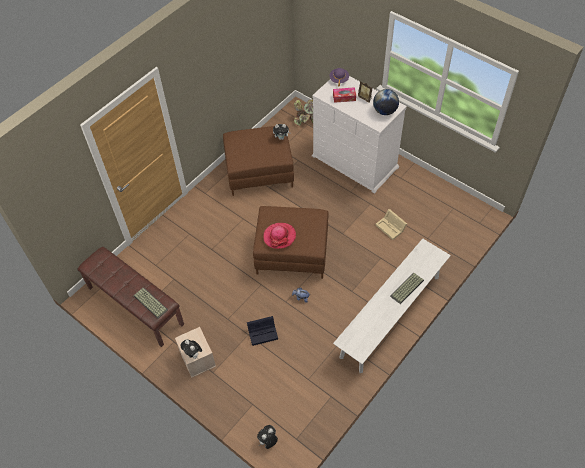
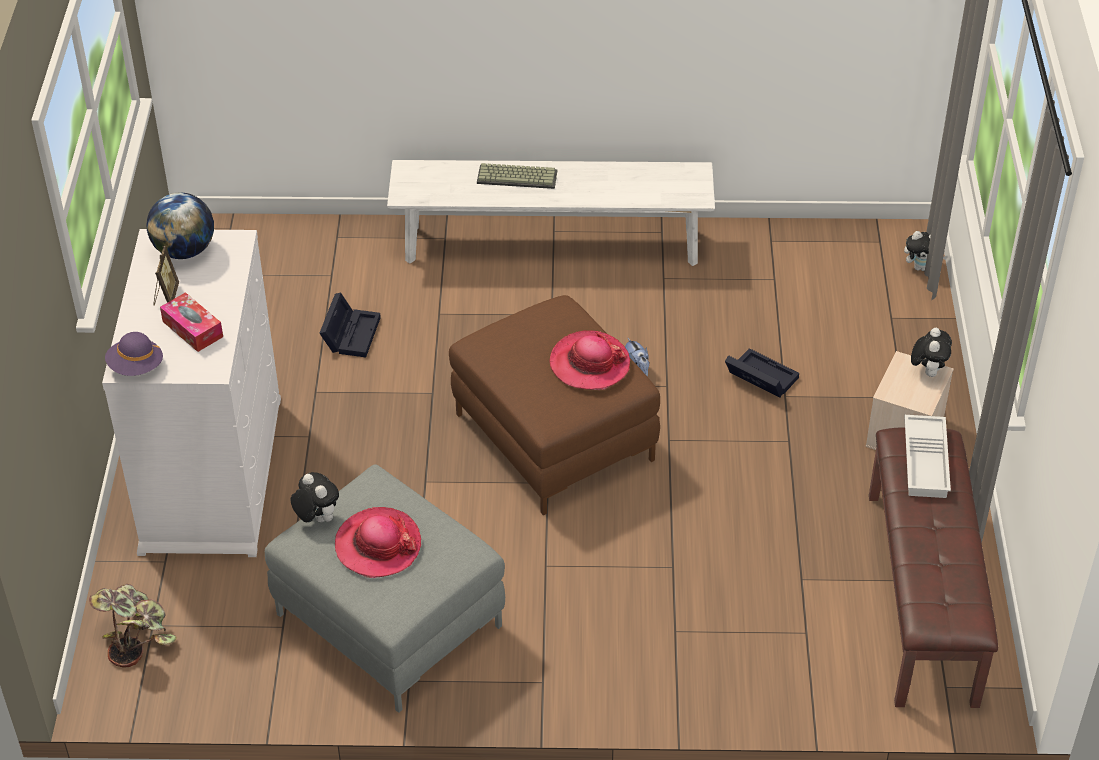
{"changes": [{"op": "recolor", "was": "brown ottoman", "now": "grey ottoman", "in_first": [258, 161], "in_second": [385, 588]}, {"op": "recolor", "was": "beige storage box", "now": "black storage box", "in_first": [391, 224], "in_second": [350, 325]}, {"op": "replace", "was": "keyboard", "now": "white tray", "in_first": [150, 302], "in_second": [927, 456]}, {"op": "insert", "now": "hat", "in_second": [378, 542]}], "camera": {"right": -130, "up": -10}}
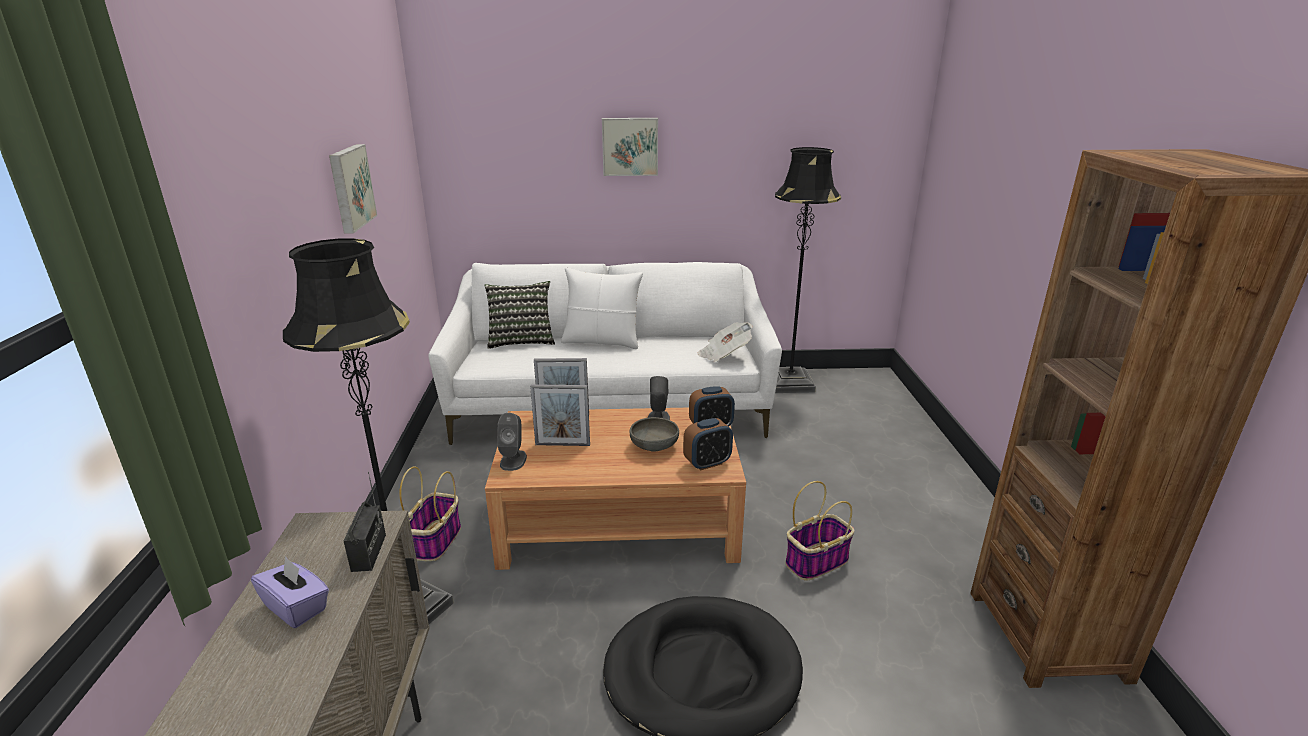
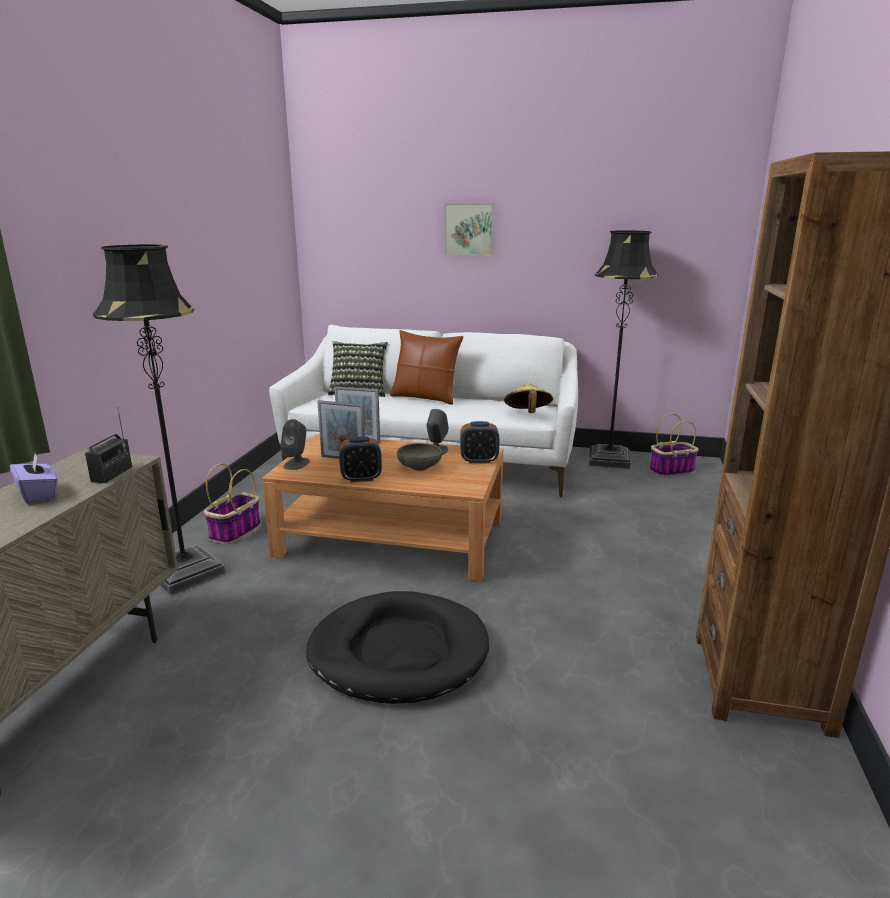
{"changes": [{"op": "delete", "was": "picture", "in_first": [353, 189]}, {"op": "recolor", "was": "white pillow", "now": "brown pillow", "in_first": [602, 308], "in_second": [427, 367]}, {"op": "replace", "was": "newspaper", "now": "beige hat", "in_first": [725, 342], "in_second": [528, 397]}, {"op": "move", "was": "alarm clock", "in_first": [708, 444], "in_second": [360, 459]}, {"op": "move", "was": "basket", "in_first": [820, 531], "in_second": [674, 445]}], "camera": {"right": 15, "up": -5}}
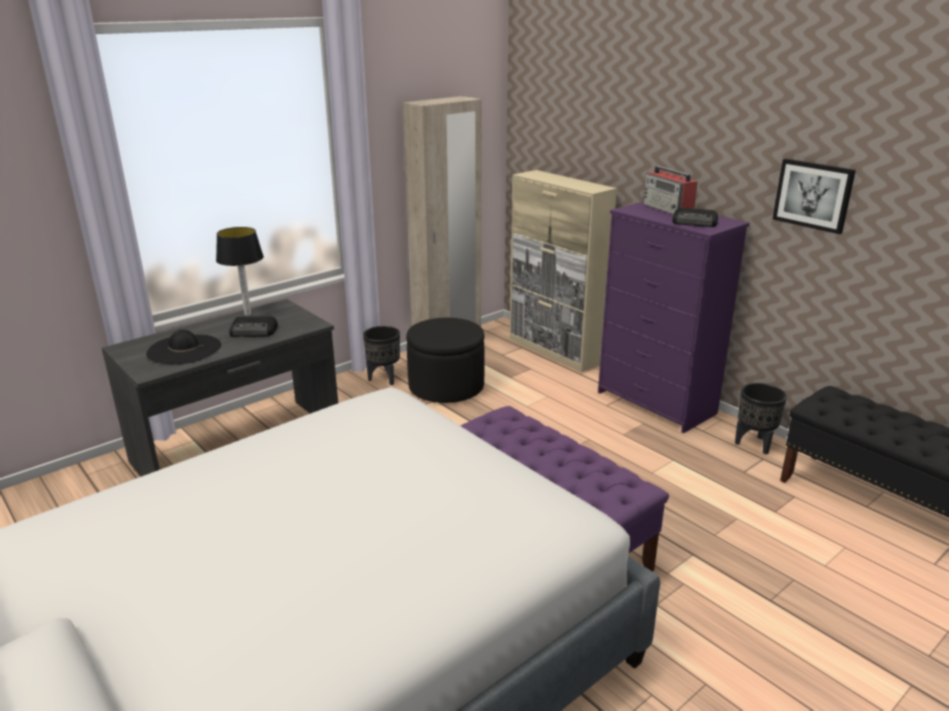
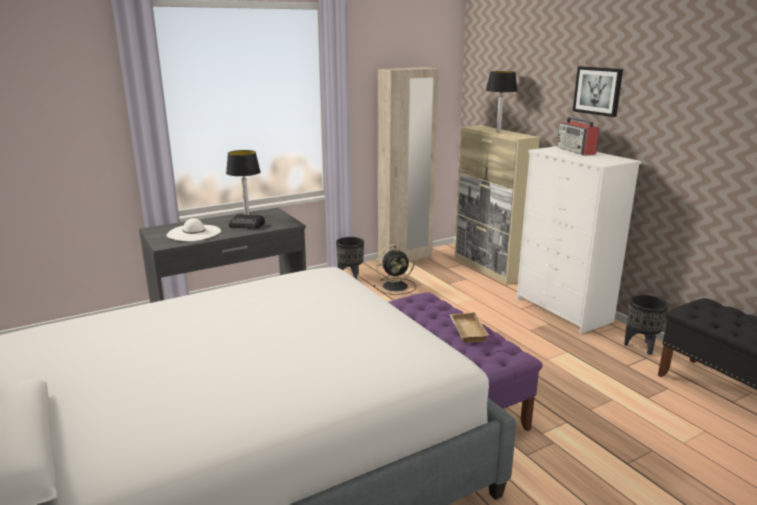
{"changes": [{"op": "move", "was": "picture", "in_first": [814, 196], "in_second": [598, 91]}, {"op": "recolor", "was": "purple dresser", "now": "white dresser", "in_first": [674, 317], "in_second": [578, 240]}, {"op": "delete", "was": "radio", "in_first": [695, 217]}, {"op": "replace", "was": "black ottoman", "now": "black fan", "in_first": [445, 360], "in_second": [394, 269]}, {"op": "recolor", "was": "black hat", "now": "white hat", "in_first": [183, 347], "in_second": [194, 229]}, {"op": "insert", "now": "table lamp", "in_second": [501, 101]}, {"op": "insert", "now": "beige tray", "in_second": [469, 327]}], "camera": {"right": 10, "up": -5}}
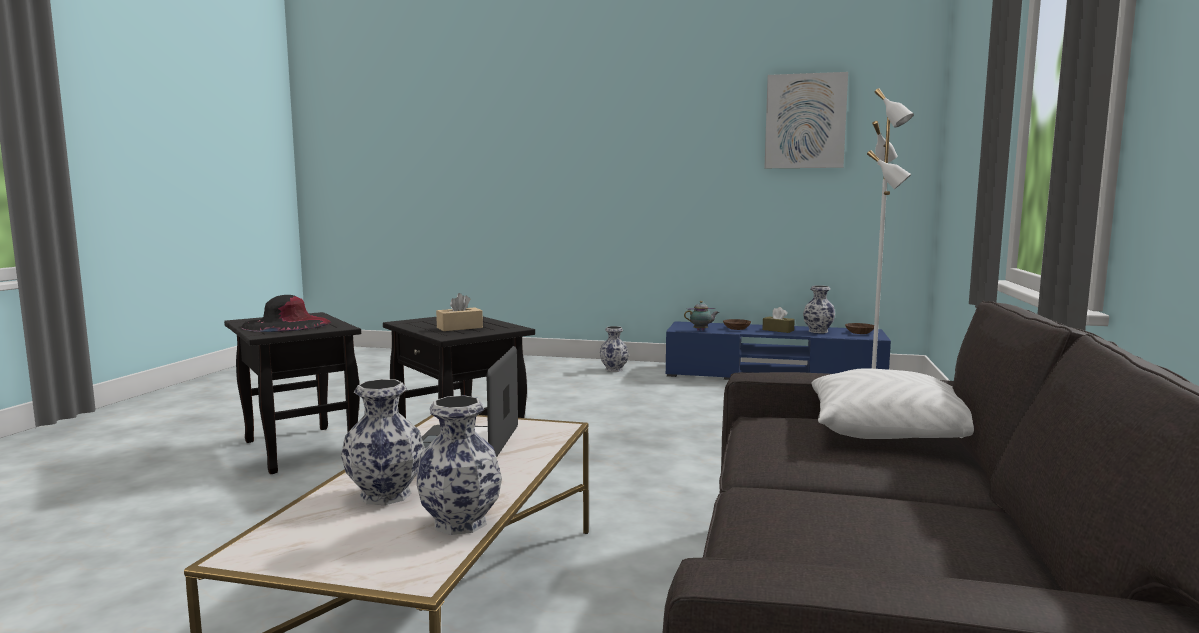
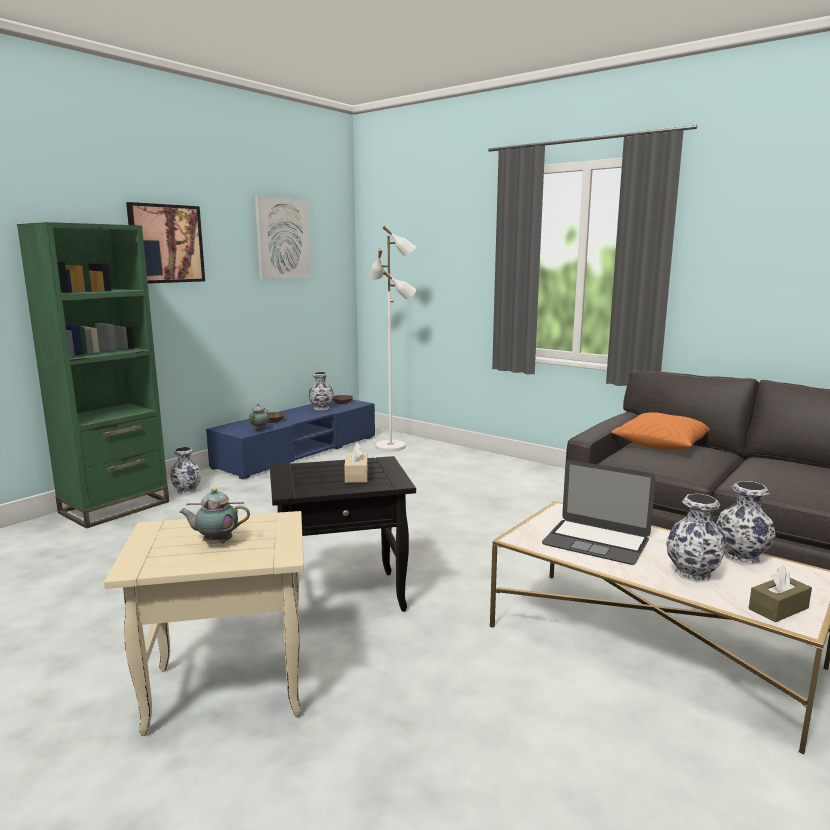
{"changes": [{"op": "replace", "was": "black hat", "now": "teapot", "in_first": [286, 313], "in_second": [214, 516]}, {"op": "move", "was": "brown tissue box", "in_first": [778, 320], "in_second": [780, 593]}, {"op": "recolor", "was": "black side table", "now": "beige side table", "in_first": [292, 393], "in_second": [204, 623]}, {"op": "recolor", "was": "white pillow", "now": "orange pillow", "in_first": [893, 403], "in_second": [660, 431]}, {"op": "insert", "now": "picture", "in_second": [165, 243]}, {"op": "insert", "now": "green bookcase", "in_second": [93, 375]}], "camera": {"right": -65, "up": 5}}
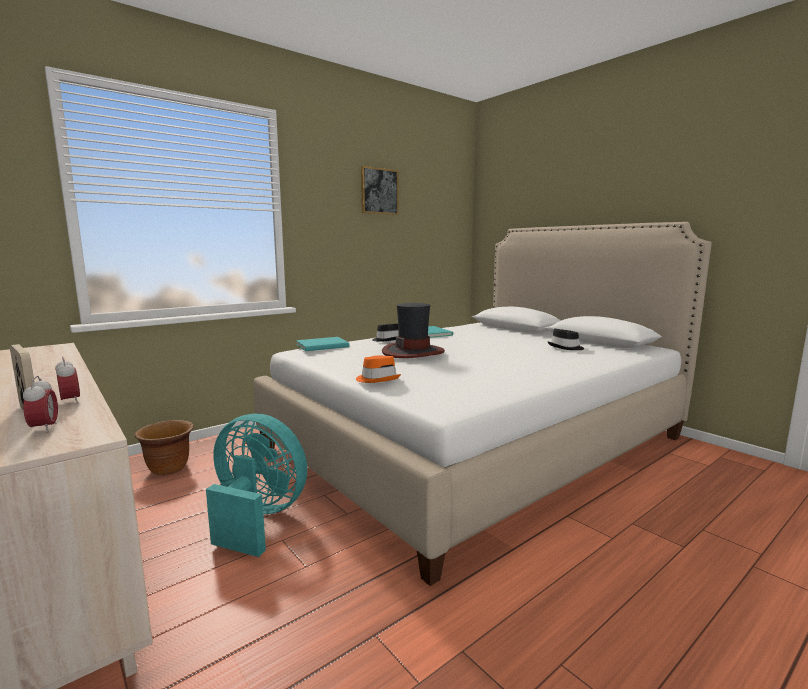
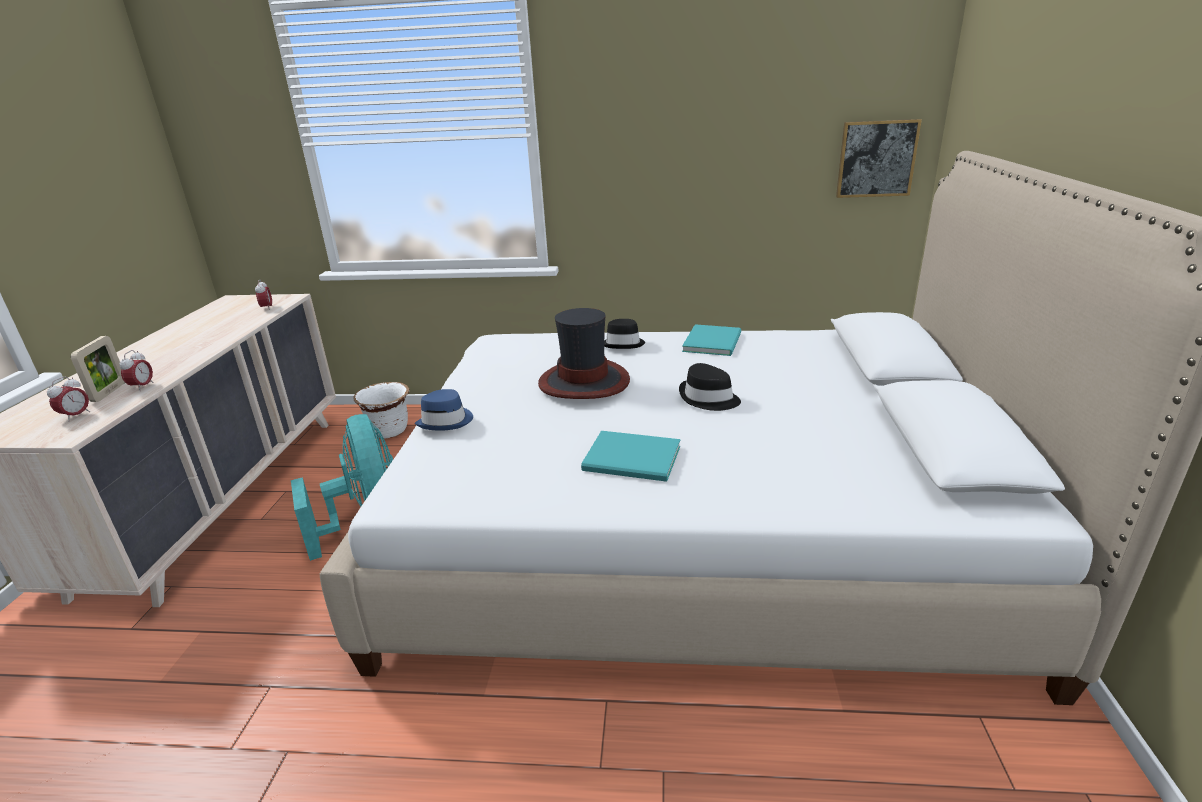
{"changes": [{"op": "move", "was": "picture", "in_first": [379, 190], "in_second": [879, 158]}, {"op": "move", "was": "black hat", "in_first": [565, 339], "in_second": [710, 387]}, {"op": "move", "was": "turquoise book", "in_first": [322, 344], "in_second": [630, 456]}, {"op": "recolor", "was": "orange hat", "now": "blue hat", "in_first": [378, 369], "in_second": [444, 410]}, {"op": "recolor", "was": "brown planter", "now": "white planter", "in_first": [164, 447], "in_second": [381, 410]}, {"op": "insert", "now": "alarm clock", "in_second": [263, 294]}], "camera": {"right": 45, "up": 15}}
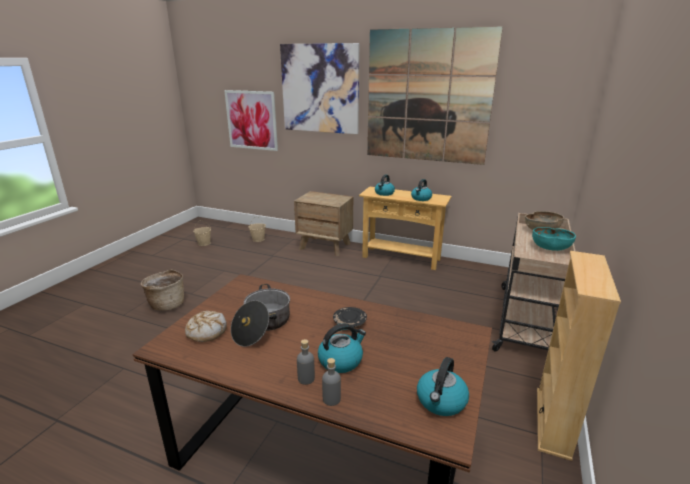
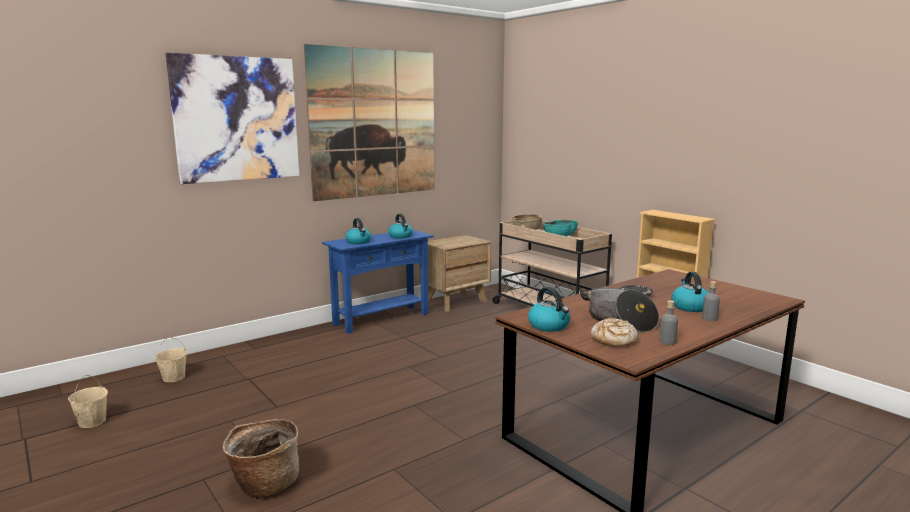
{"changes": [{"op": "delete", "was": "picture", "in_first": [251, 120]}, {"op": "recolor", "was": "beige console table", "now": "blue console table", "in_first": [405, 228], "in_second": [378, 282]}, {"op": "move", "was": "brown nightstand", "in_first": [323, 223], "in_second": [456, 273]}, {"op": "move", "was": "kettle", "in_first": [443, 386], "in_second": [549, 309]}, {"op": "move", "was": "grey bottle", "in_first": [331, 382], "in_second": [668, 322]}], "camera": {"right": -60, "up": -10}}
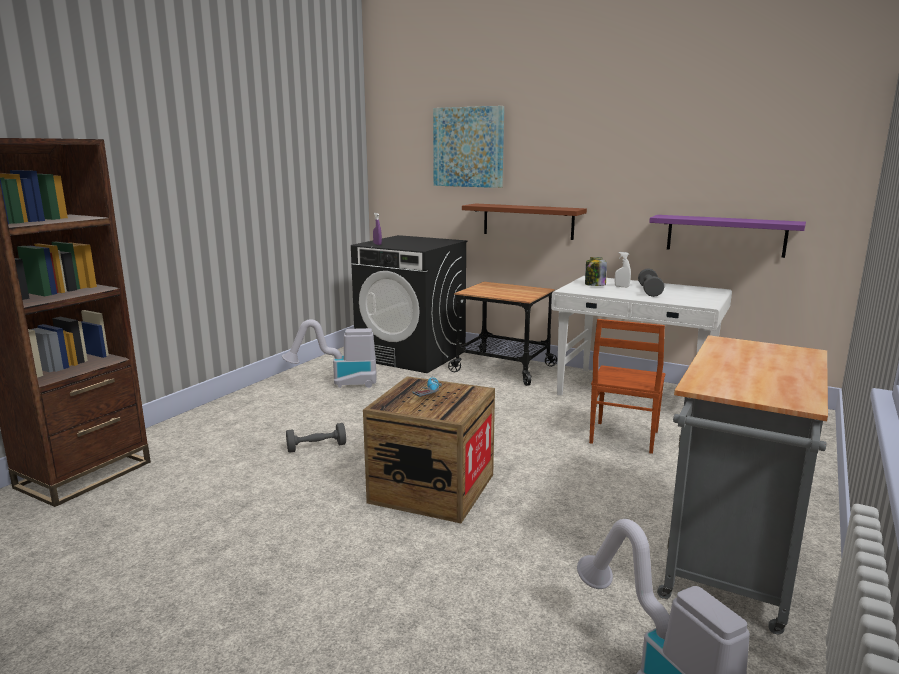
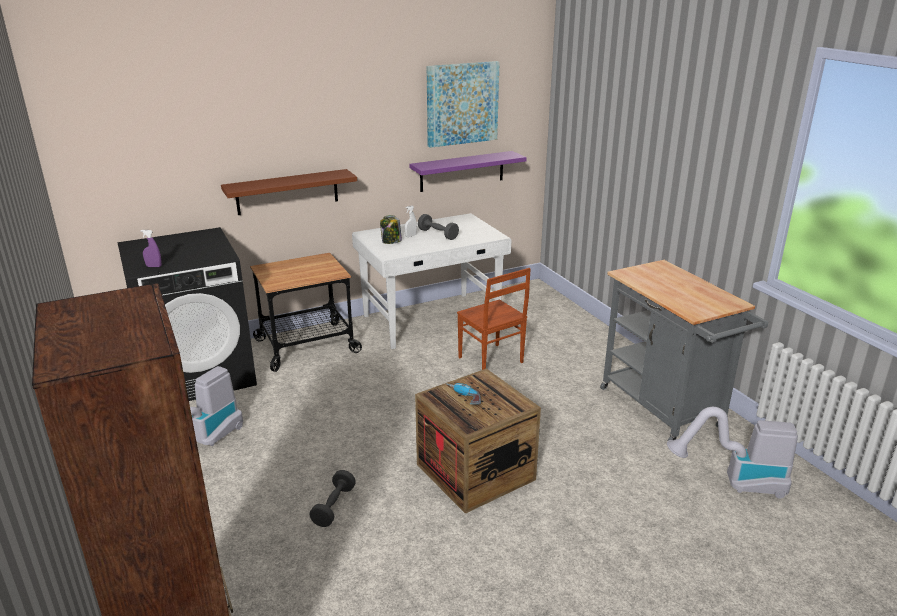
{"changes": [{"op": "move", "was": "picture", "in_first": [468, 147], "in_second": [463, 104]}], "camera": {"right": -55, "up": 10}}
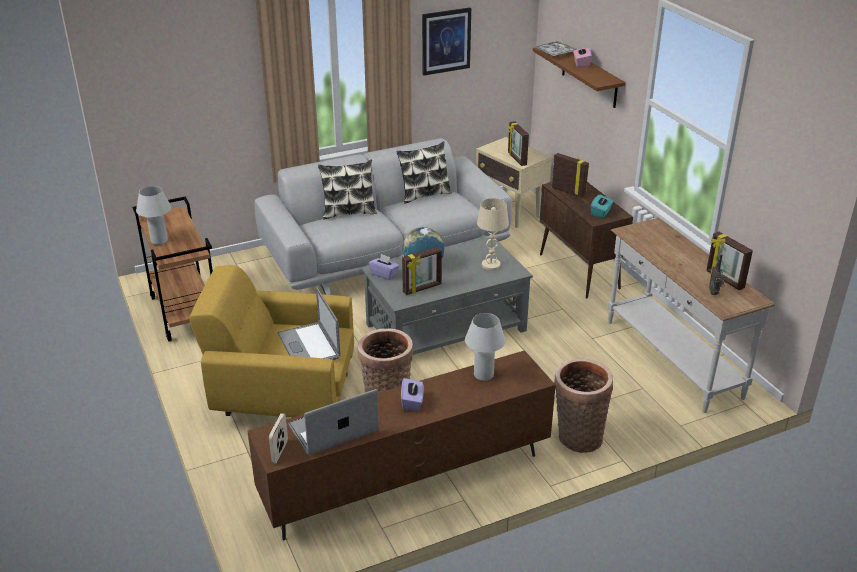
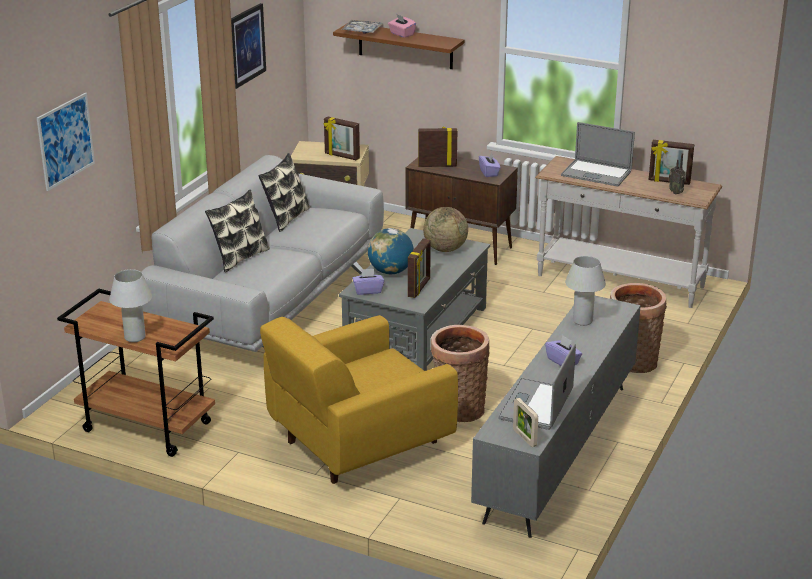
{"changes": [{"op": "recolor", "was": "turquoise tissue box", "now": "purple tissue box", "in_first": [602, 206], "in_second": [490, 164]}, {"op": "replace", "was": "beige table lamp", "now": "globe", "in_first": [493, 234], "in_second": [445, 229]}, {"op": "move", "was": "laptop", "in_first": [309, 323], "in_second": [598, 154]}, {"op": "recolor", "was": "brown tv stand", "now": "grey tv stand", "in_first": [401, 445], "in_second": [556, 417]}, {"op": "insert", "now": "picture", "in_second": [66, 142]}], "camera": {"right": -40, "up": -5}}
